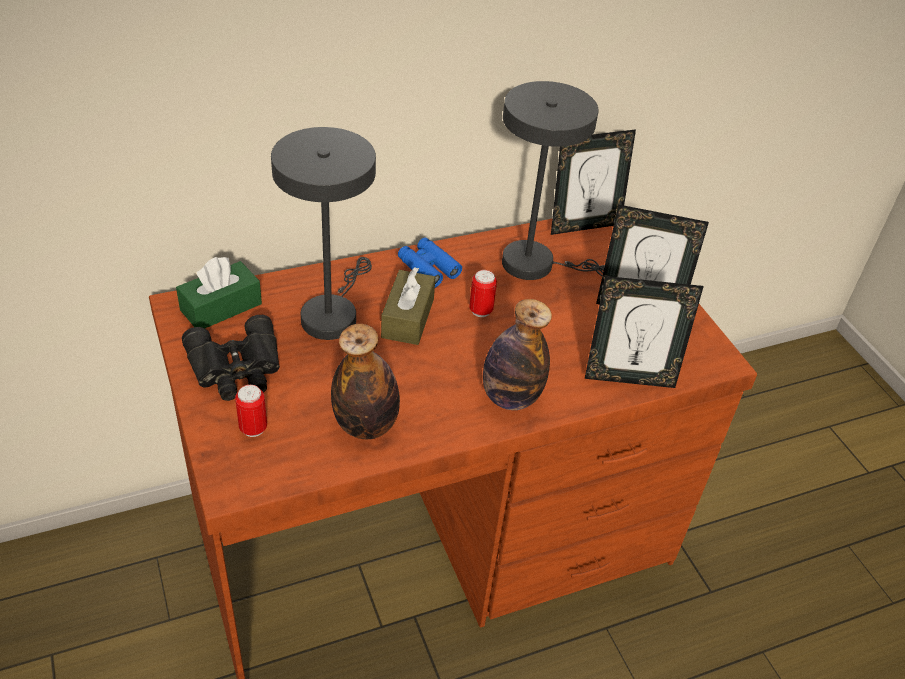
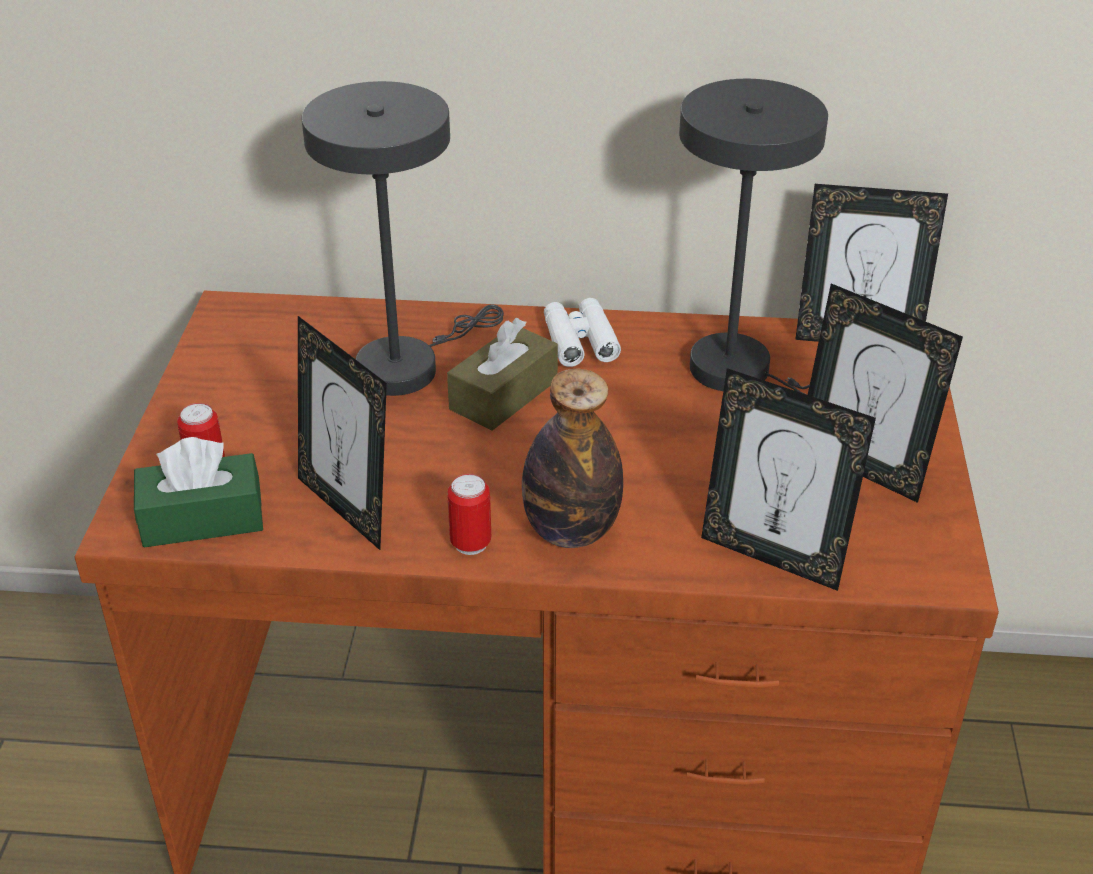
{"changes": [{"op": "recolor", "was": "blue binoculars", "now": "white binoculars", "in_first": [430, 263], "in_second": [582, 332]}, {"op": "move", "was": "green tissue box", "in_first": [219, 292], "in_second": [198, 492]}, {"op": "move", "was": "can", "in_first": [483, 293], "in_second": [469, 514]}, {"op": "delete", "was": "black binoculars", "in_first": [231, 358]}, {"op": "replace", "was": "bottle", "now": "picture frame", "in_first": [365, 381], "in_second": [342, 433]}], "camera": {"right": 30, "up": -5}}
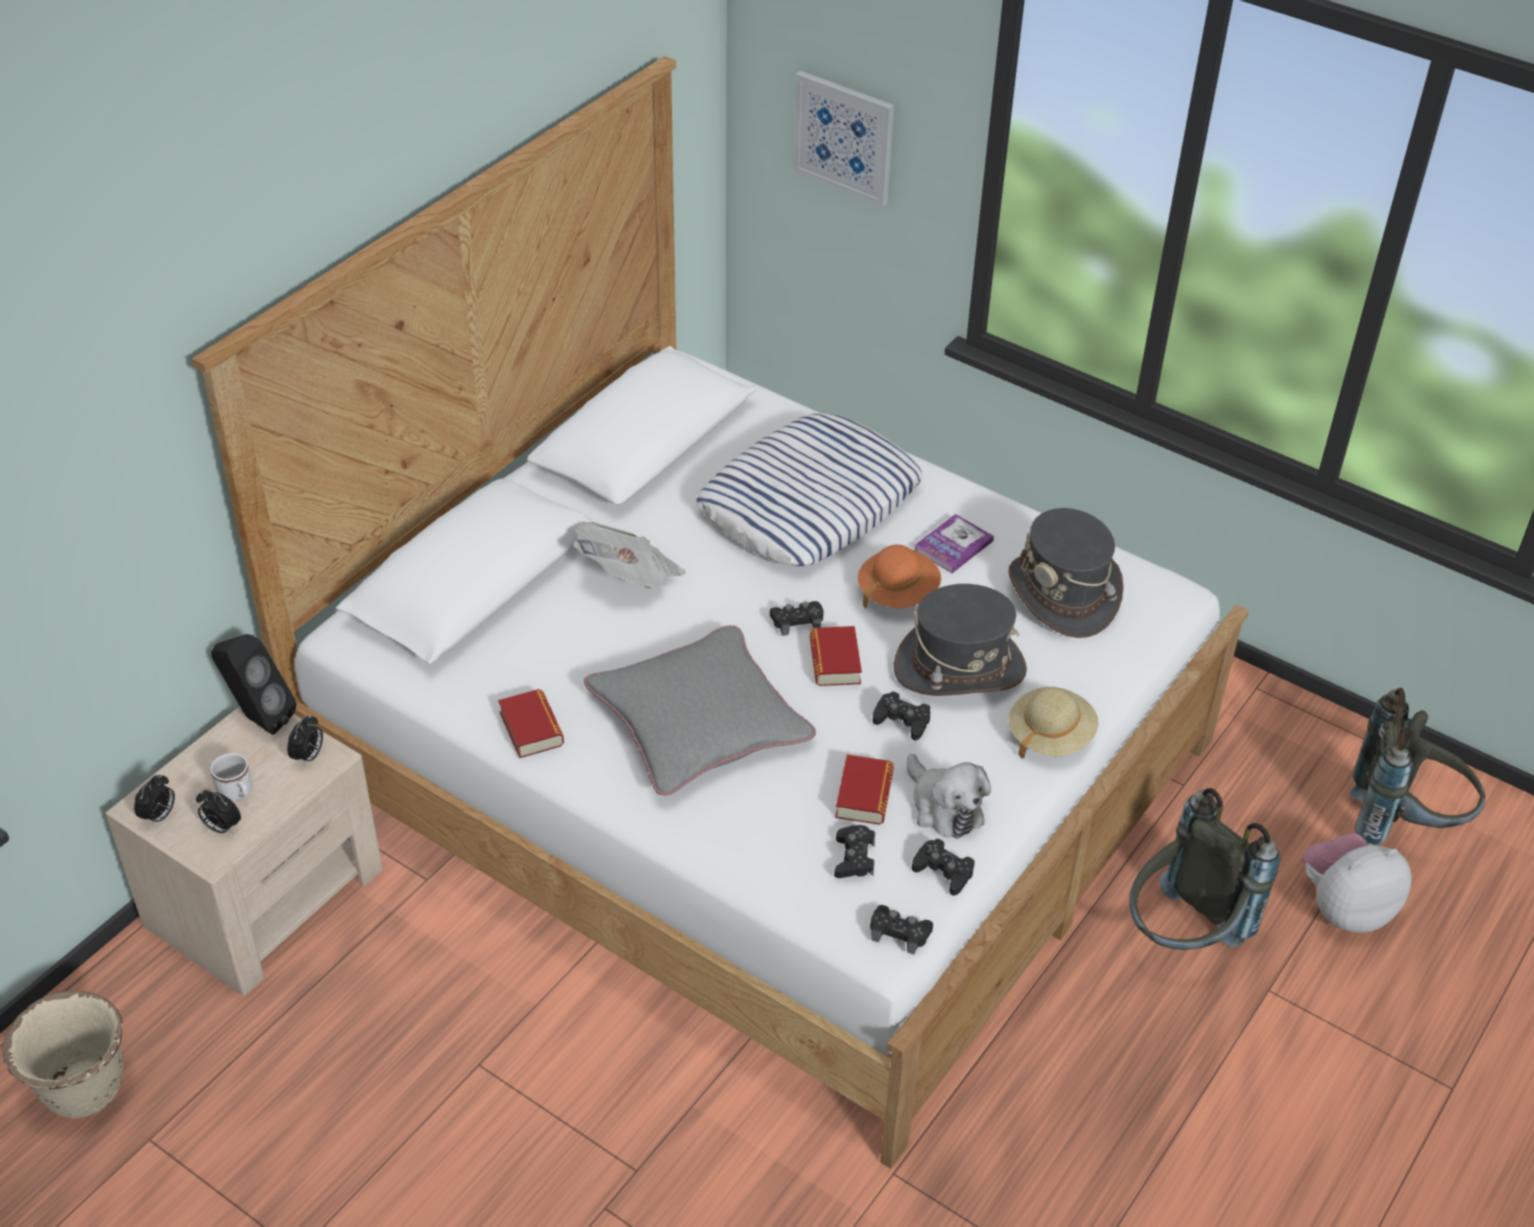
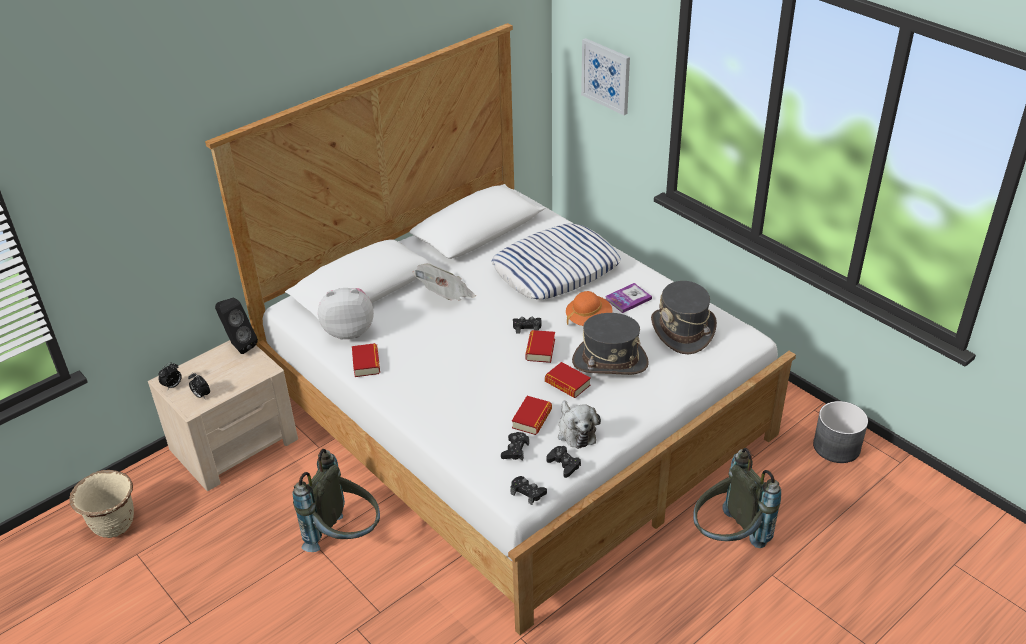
{"changes": [{"op": "delete", "was": "grey pillow", "in_first": [700, 710]}, {"op": "delete", "was": "beige hat", "in_first": [1053, 723]}, {"op": "move", "was": "grey backpack", "in_first": [1417, 767], "in_second": [336, 500]}, {"op": "replace", "was": "black game controller", "now": "book", "in_first": [901, 715], "in_second": [568, 380]}, {"op": "delete", "was": "alarm clock", "in_first": [305, 740]}, {"op": "delete", "was": "white mug", "in_first": [231, 777]}, {"op": "move", "was": "plush toy", "in_first": [1357, 883], "in_second": [346, 313]}, {"op": "insert", "now": "grey planter", "in_second": [840, 432]}], "camera": {"right": 15, "up": -5}}
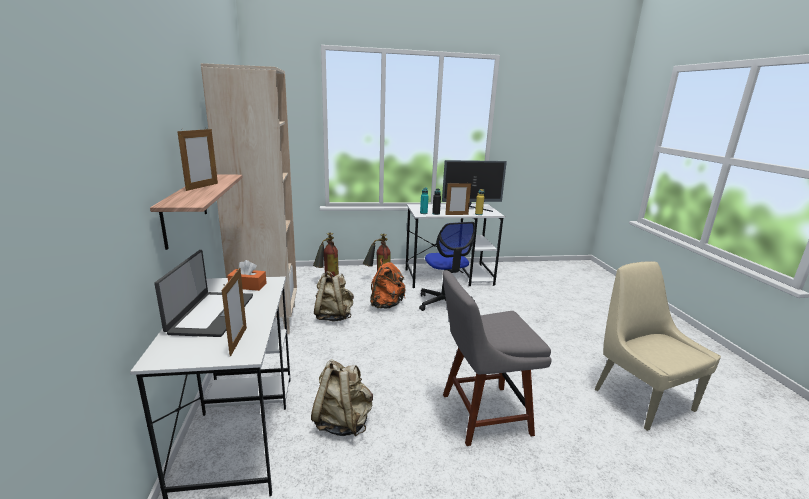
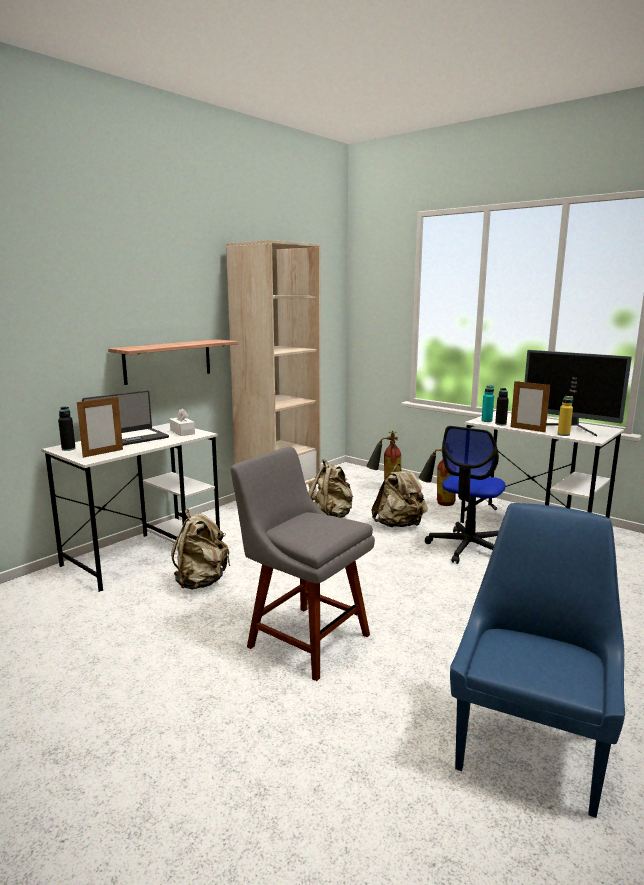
{"changes": [{"op": "delete", "was": "picture frame", "in_first": [197, 159]}, {"op": "recolor", "was": "orange backpack", "now": "beige backpack", "in_first": [388, 284], "in_second": [399, 495]}, {"op": "recolor", "was": "orange tissue box", "now": "white tissue box", "in_first": [247, 275], "in_second": [182, 422]}, {"op": "recolor", "was": "beige chair", "now": "blue chair", "in_first": [657, 346], "in_second": [537, 660]}, {"op": "insert", "now": "black bottle", "in_second": [67, 428]}], "camera": {"right": 50, "up": -5}}
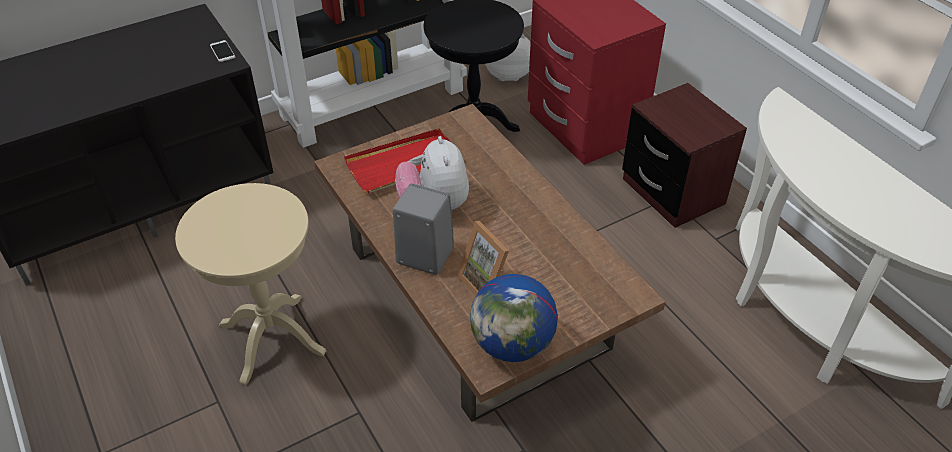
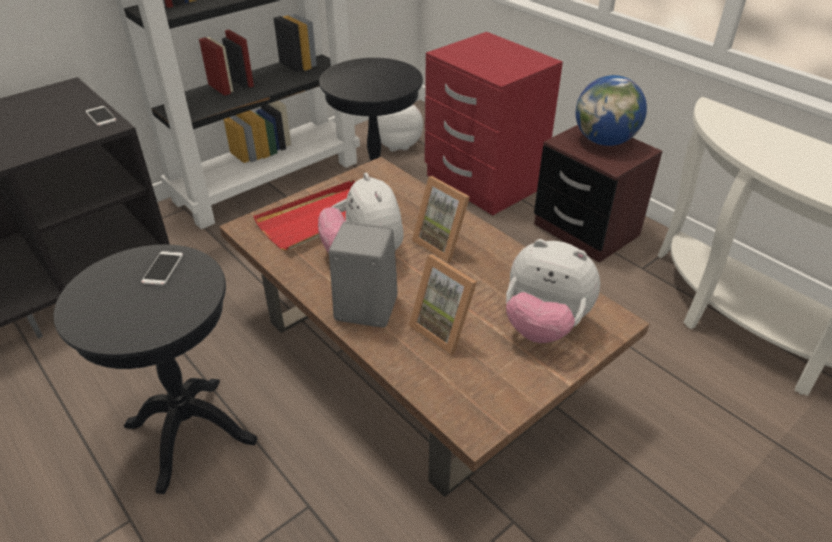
{"changes": [{"op": "recolor", "was": "beige side table", "now": "black side table", "in_first": [250, 284], "in_second": [156, 369]}, {"op": "move", "was": "globe", "in_first": [514, 318], "in_second": [611, 110]}, {"op": "insert", "now": "picture frame", "in_second": [441, 219]}, {"op": "insert", "now": "plush toy", "in_second": [553, 291]}, {"op": "insert", "now": "phone", "in_second": [162, 268]}], "camera": {"right": -10, "up": -5}}
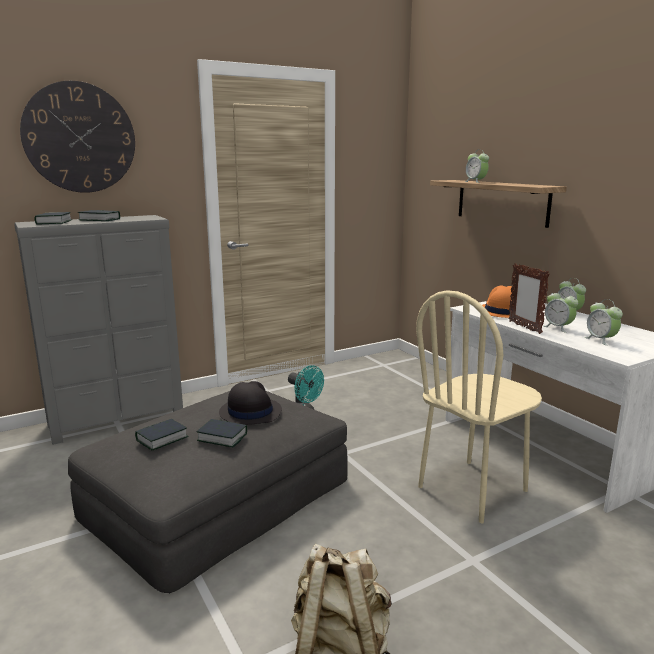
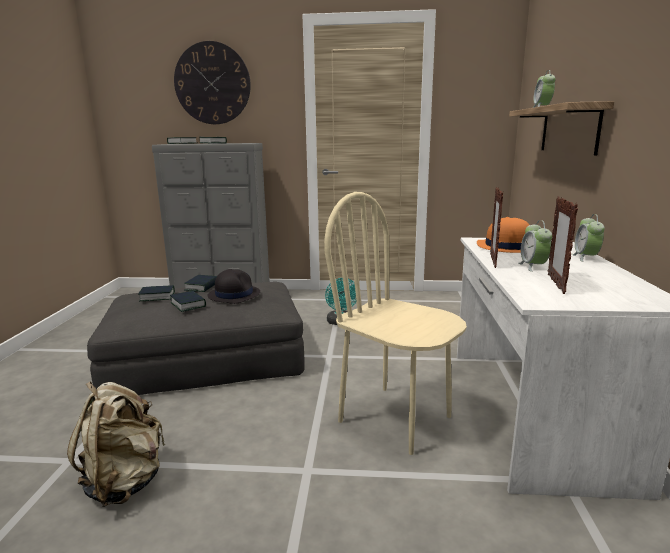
{"changes": [{"op": "rotate", "was": "beige chair", "in_first": [479, 406], "in_second": [395, 323], "clockwise": 45}, {"op": "replace", "was": "alarm clock", "now": "picture frame", "in_first": [603, 322], "in_second": [563, 245]}, {"op": "insert", "now": "book", "in_second": [200, 283]}], "camera": {"right": 35, "up": 0}}
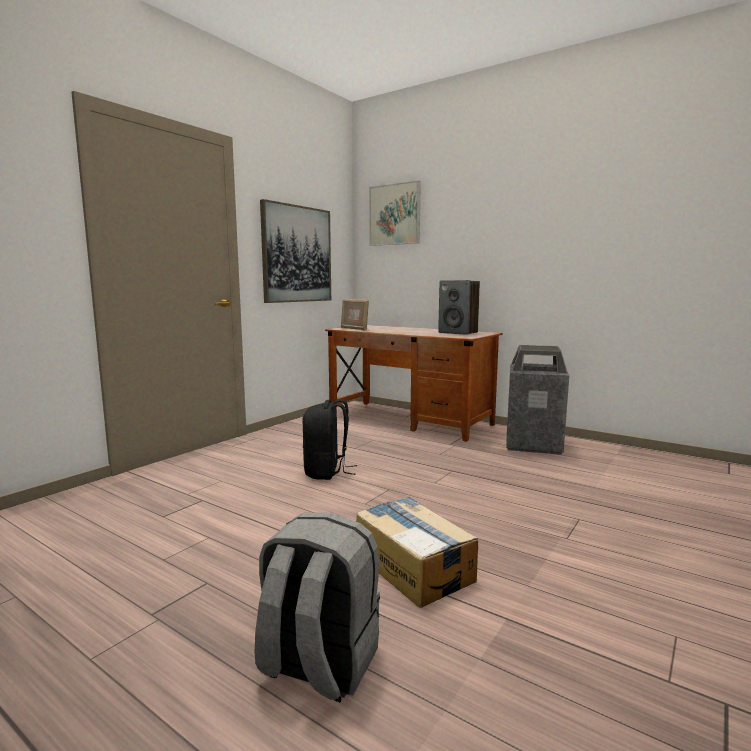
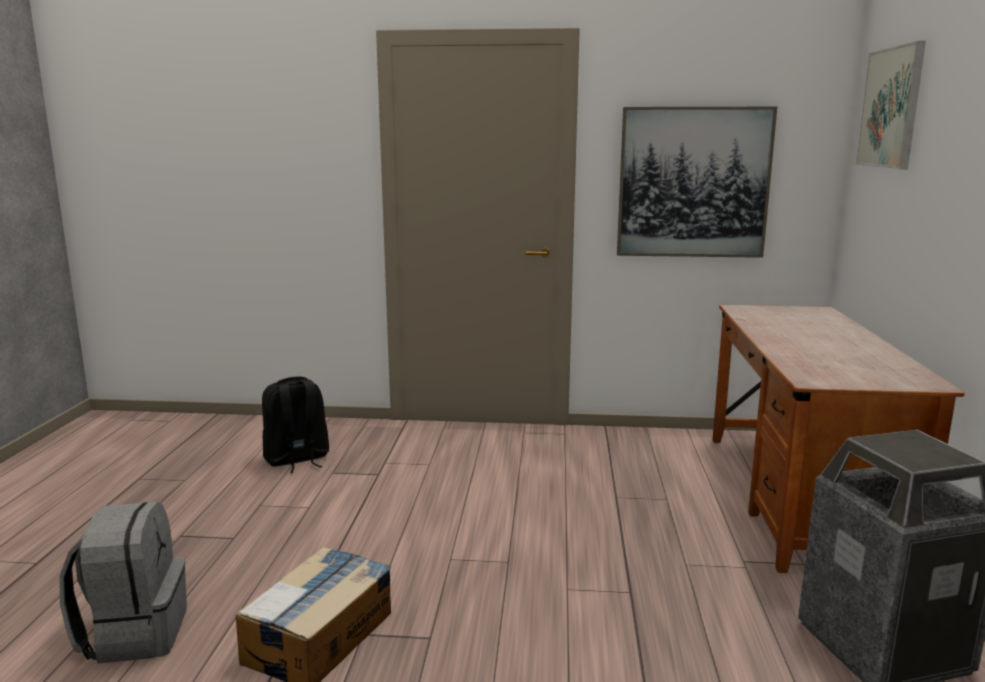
{"changes": [{"op": "delete", "was": "speaker", "in_first": [459, 307]}, {"op": "delete", "was": "picture frame", "in_first": [355, 314]}, {"op": "move", "was": "black backpack", "in_first": [330, 439], "in_second": [295, 424]}], "camera": {"right": 60, "up": 5}}
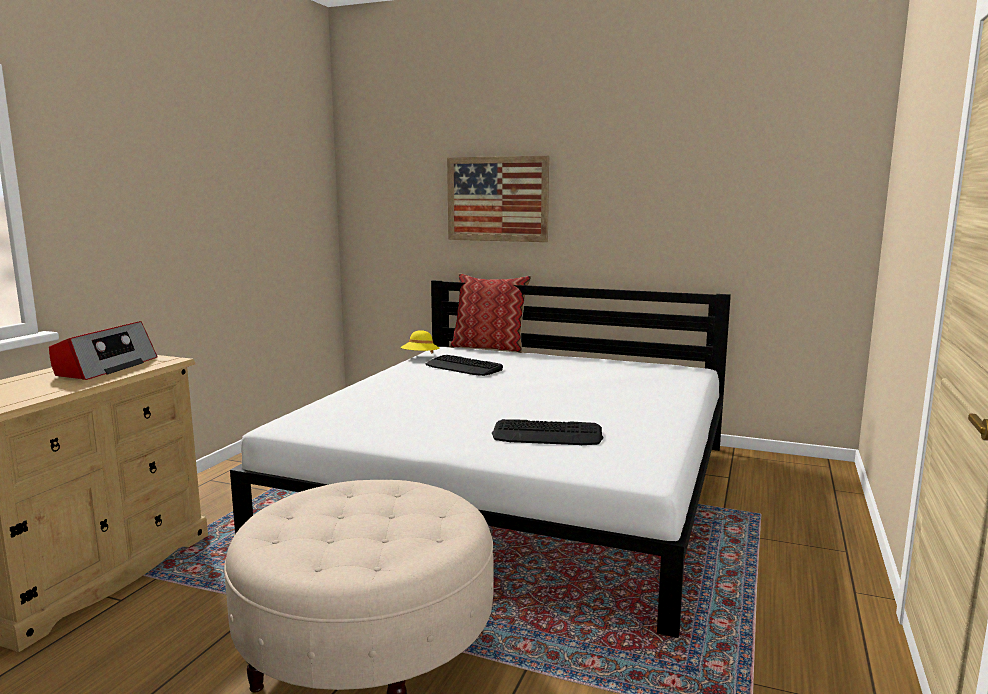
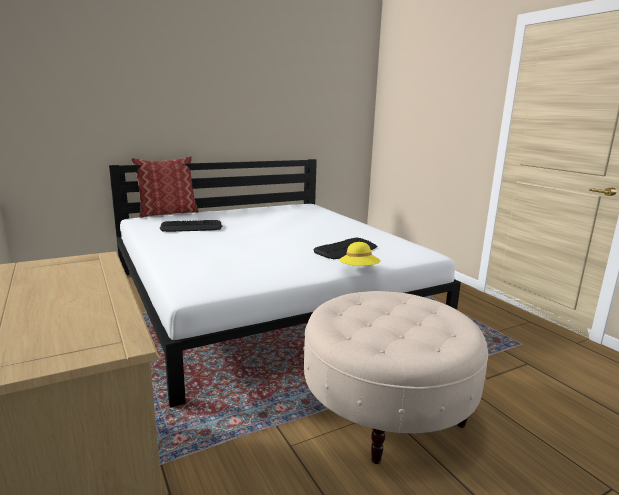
{"changes": [{"op": "delete", "was": "picture", "in_first": [498, 199]}, {"op": "delete", "was": "radio", "in_first": [103, 350]}, {"op": "move", "was": "yellow hat", "in_first": [420, 342], "in_second": [359, 254]}], "camera": {"right": -50, "up": 5}}
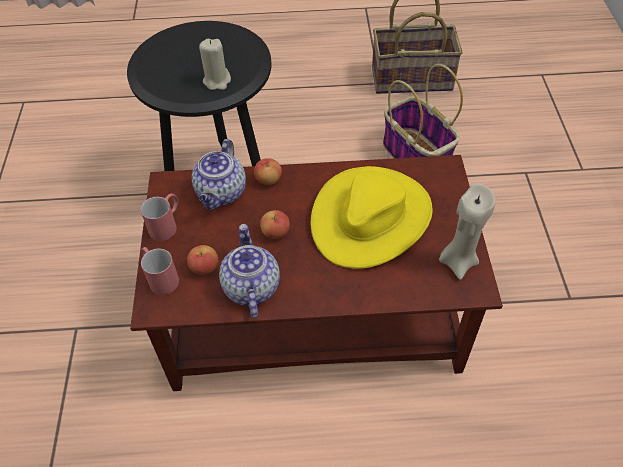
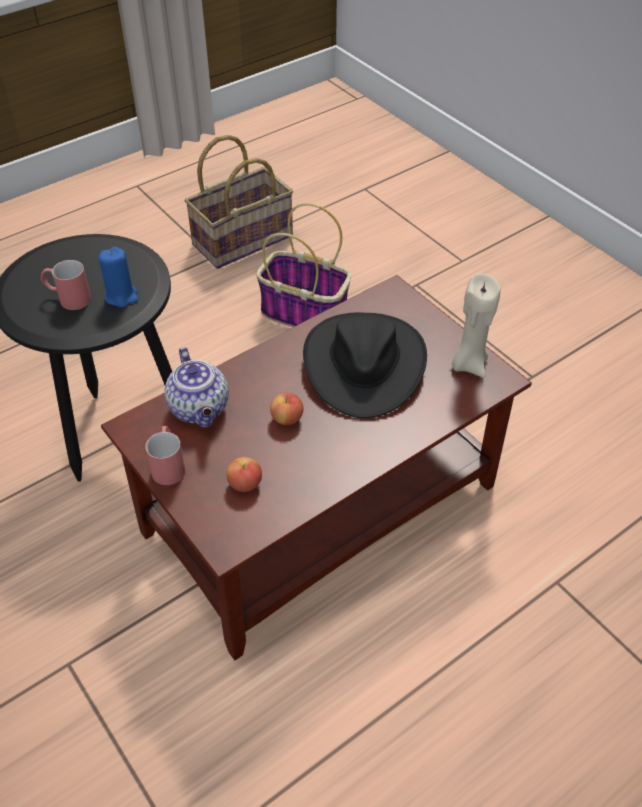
{"changes": [{"op": "recolor", "was": "beige candle", "now": "blue candle", "in_first": [215, 64], "in_second": [119, 277]}, {"op": "delete", "was": "apple", "in_first": [268, 171]}, {"op": "recolor", "was": "yellow hat", "now": "black hat", "in_first": [371, 217], "in_second": [365, 365]}, {"op": "delete", "was": "teapot", "in_first": [249, 271]}, {"op": "move", "was": "red mug", "in_first": [160, 271], "in_second": [66, 285]}], "camera": {"right": -35, "up": -5}}
